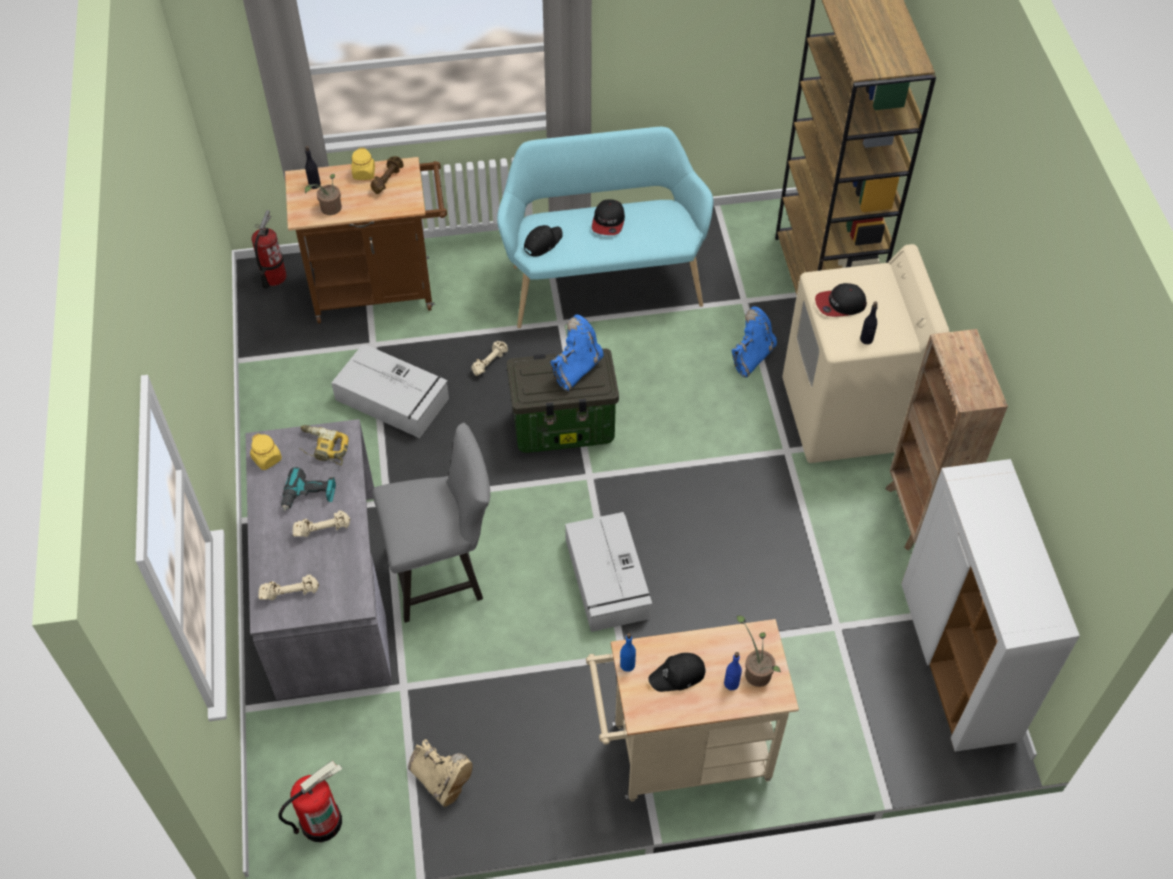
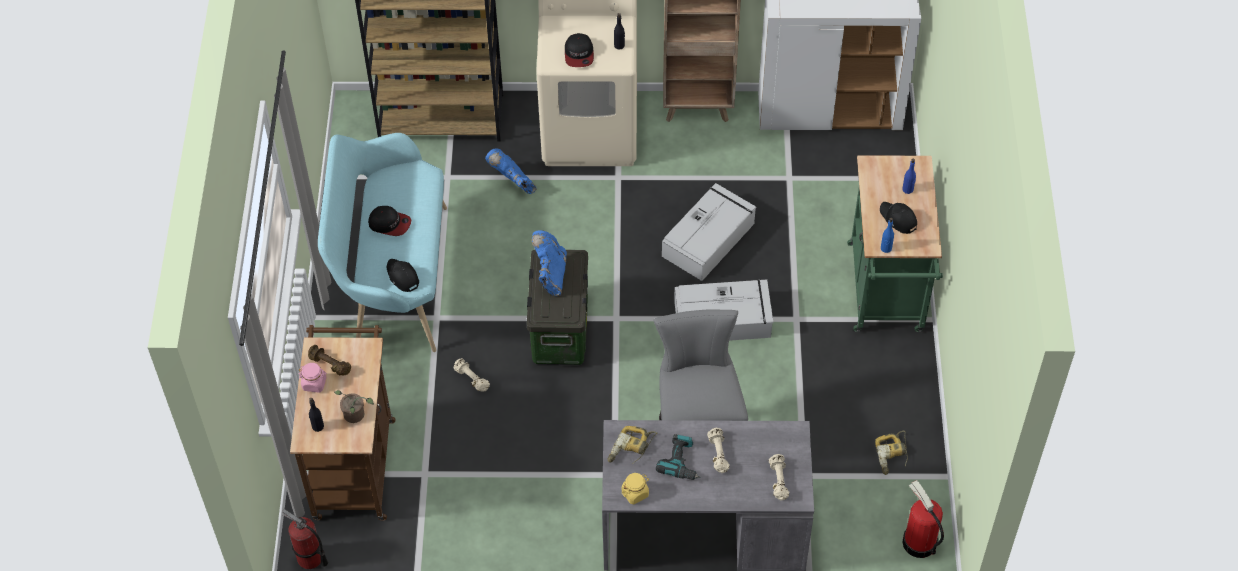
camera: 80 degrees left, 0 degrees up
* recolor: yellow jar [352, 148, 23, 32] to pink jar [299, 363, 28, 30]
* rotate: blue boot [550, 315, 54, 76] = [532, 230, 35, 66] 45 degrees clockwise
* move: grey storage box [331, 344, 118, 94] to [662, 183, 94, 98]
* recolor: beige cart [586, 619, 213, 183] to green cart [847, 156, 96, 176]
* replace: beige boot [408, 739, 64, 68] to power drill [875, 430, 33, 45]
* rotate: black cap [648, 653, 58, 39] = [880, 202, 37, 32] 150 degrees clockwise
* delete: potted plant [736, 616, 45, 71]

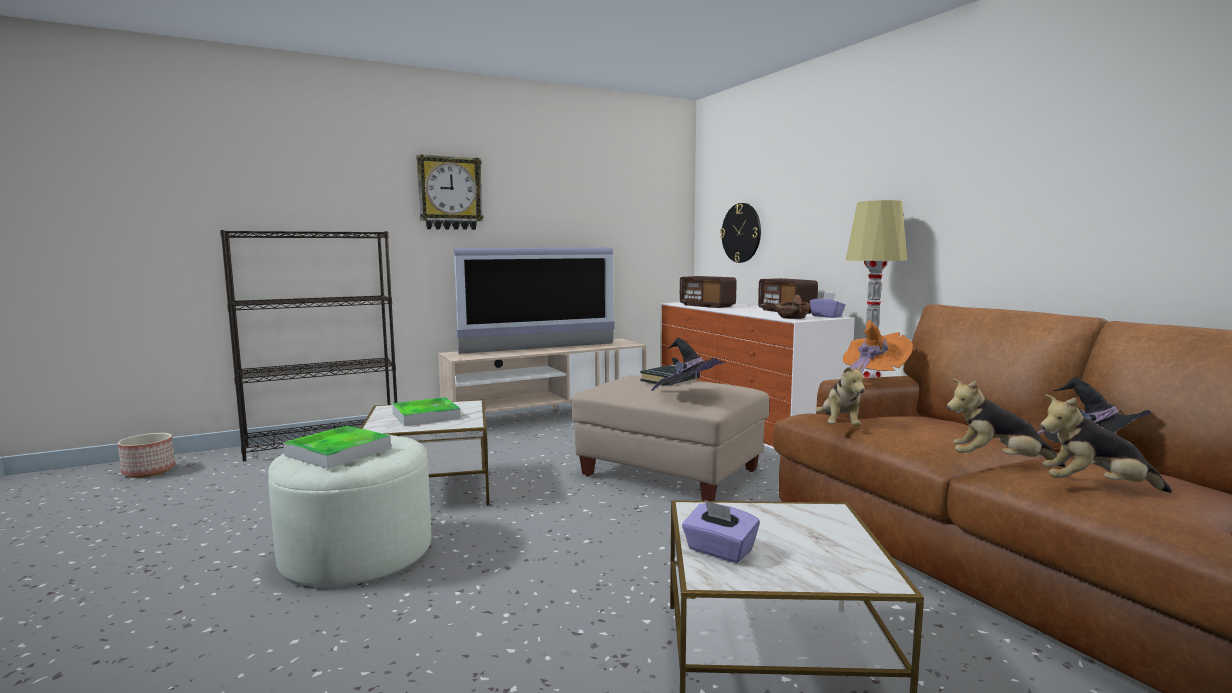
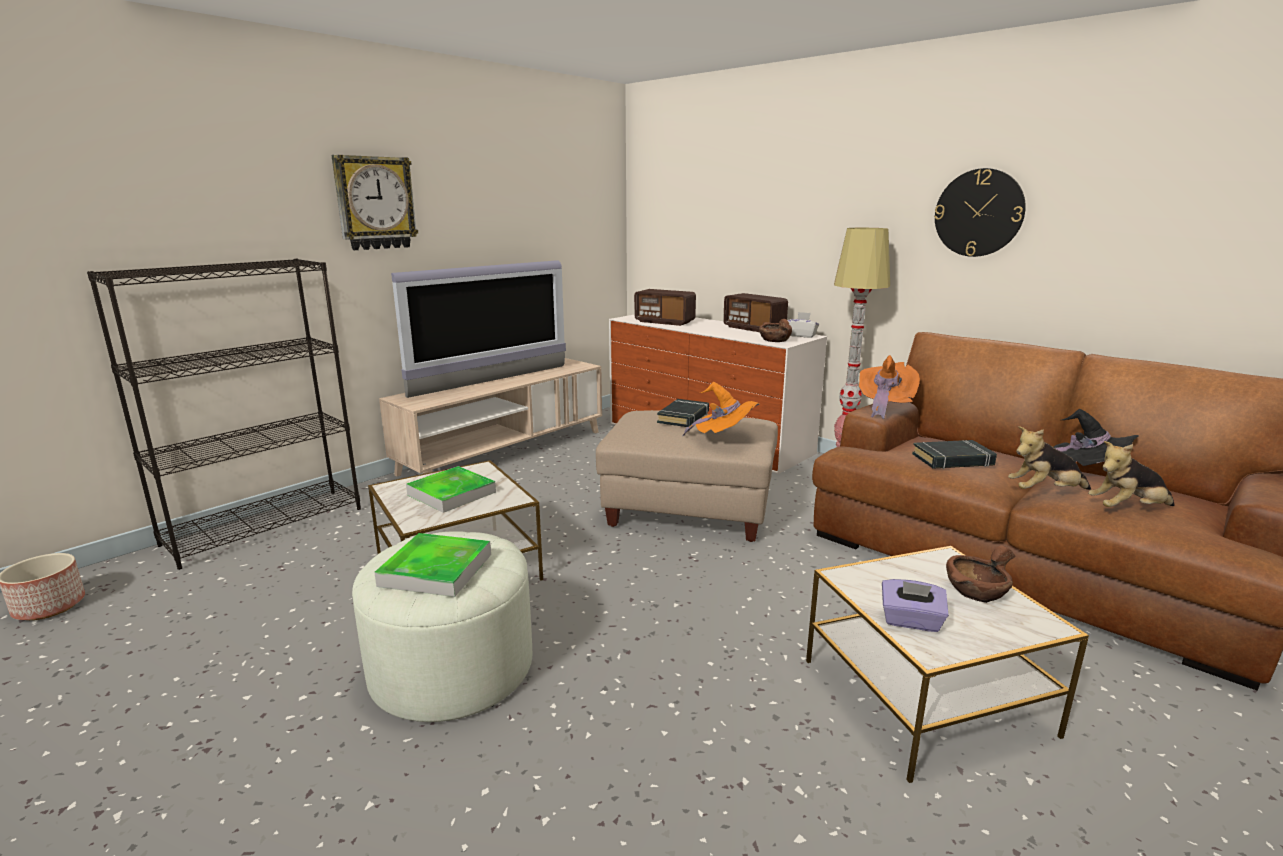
camera: 20 degrees left, 10 degrees up
* recolor: black hat [651, 337, 74, 54] to orange hat [682, 382, 78, 54]
* recolor: purple tissue box [809, 293, 37, 25] to white tissue box [788, 312, 31, 26]
* insert: black book [912, 440, 85, 29]
* move: wall clock [720, 203, 41, 60] to [934, 168, 92, 89]
* insert: brown bowl [946, 545, 70, 58]
* delete: plush toy [816, 363, 49, 63]

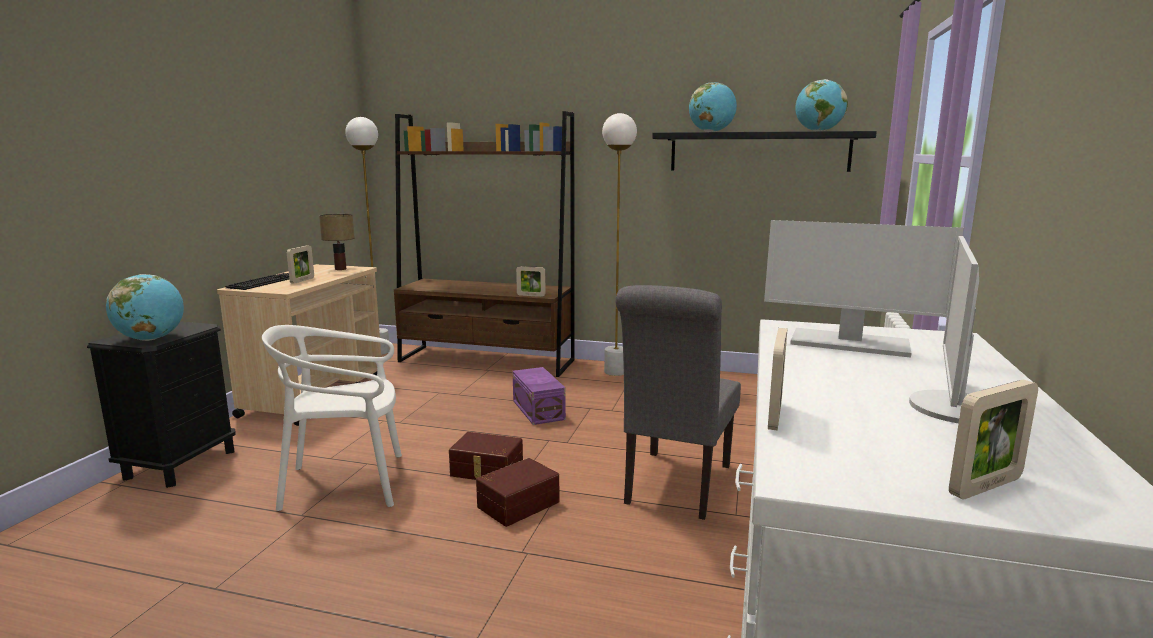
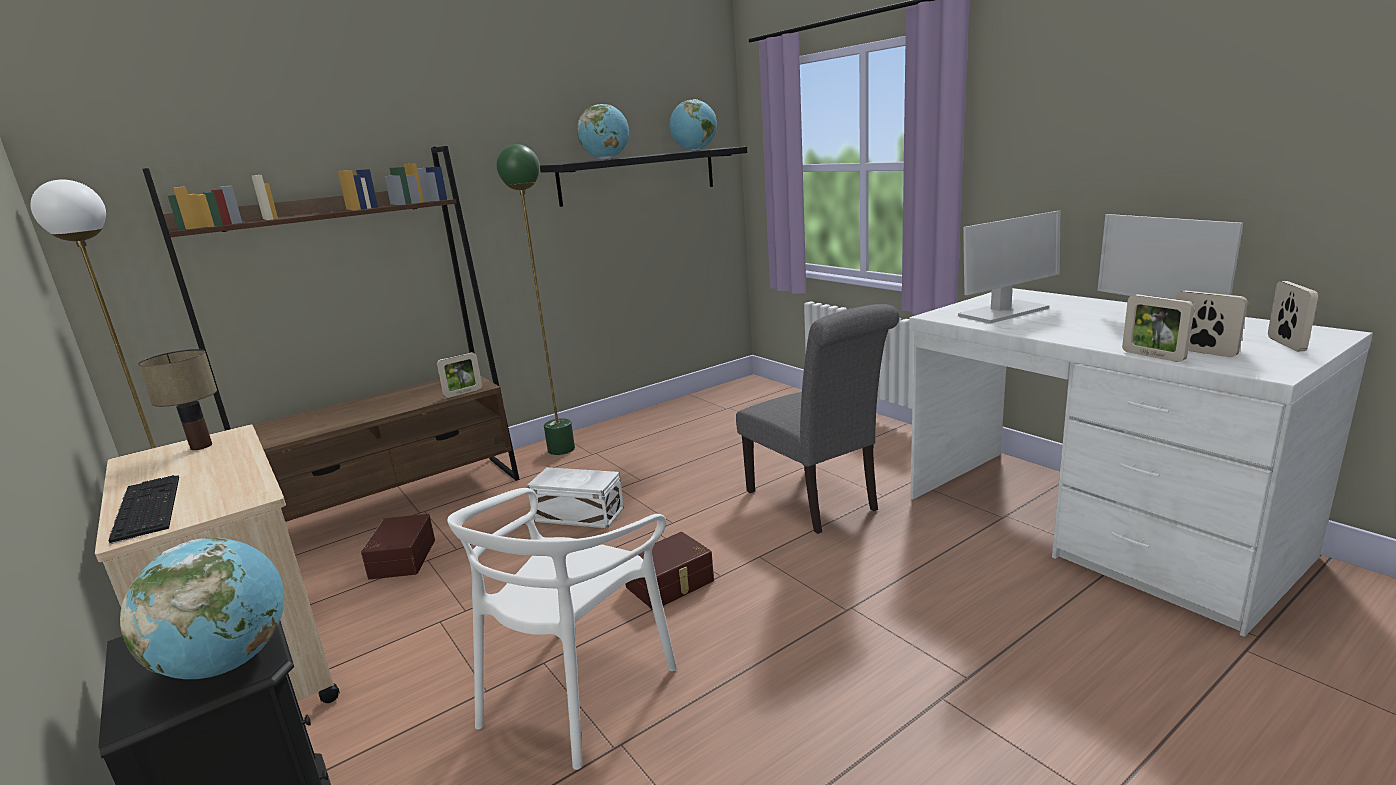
camera: 50 degrees left, 5 degrees up
* move: brown storage box [476, 458, 83, 69] to [361, 514, 74, 66]
* recolor: white floor lamp [602, 113, 35, 263] to green floor lamp [496, 144, 79, 311]
* recolor: purple storage box [513, 367, 53, 58] to white storage box [527, 467, 97, 61]
* move: picture frame [287, 245, 27, 39] to [1176, 291, 72, 66]

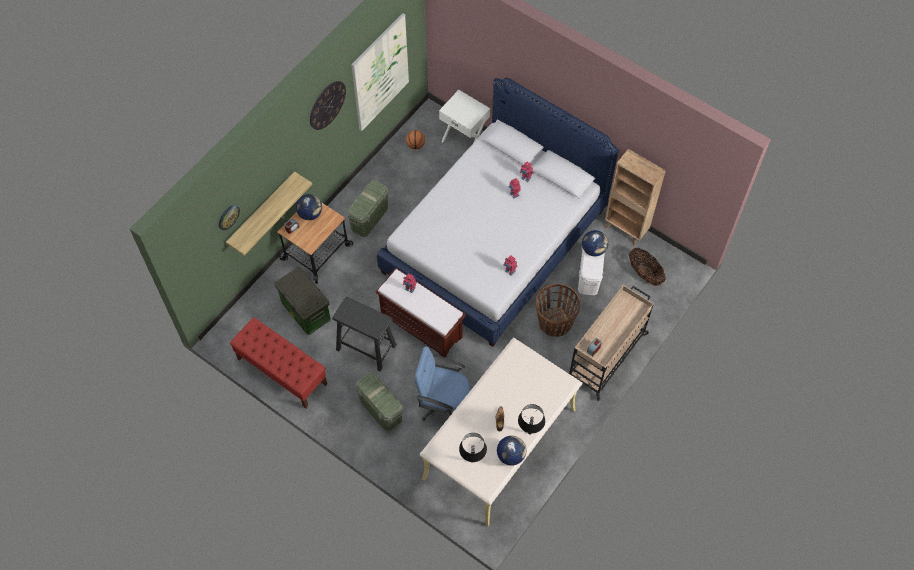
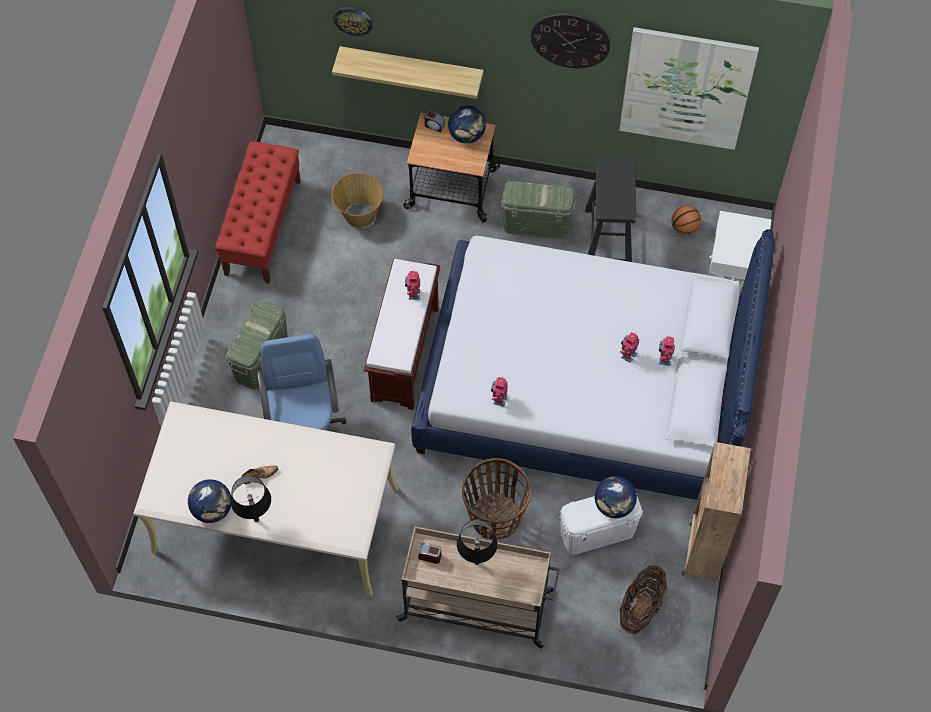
camera: 65 degrees right, 0 degrees up
* replace: storage box [274, 267, 57, 68] to basket [331, 173, 53, 55]
* move: black table lamp [459, 433, 28, 30] to [457, 519, 41, 46]
* move: black stool [332, 297, 65, 75] to [585, 156, 51, 106]

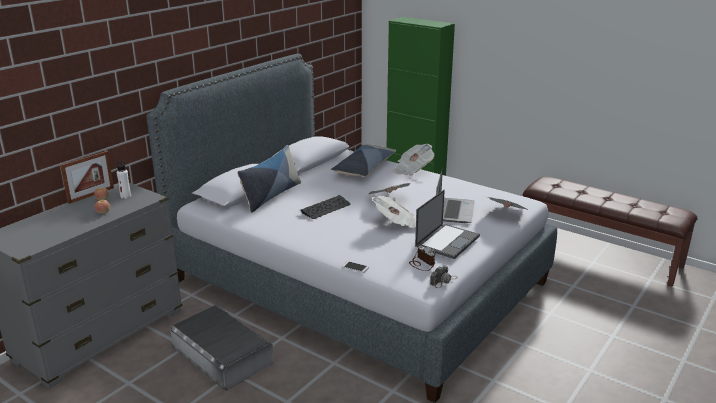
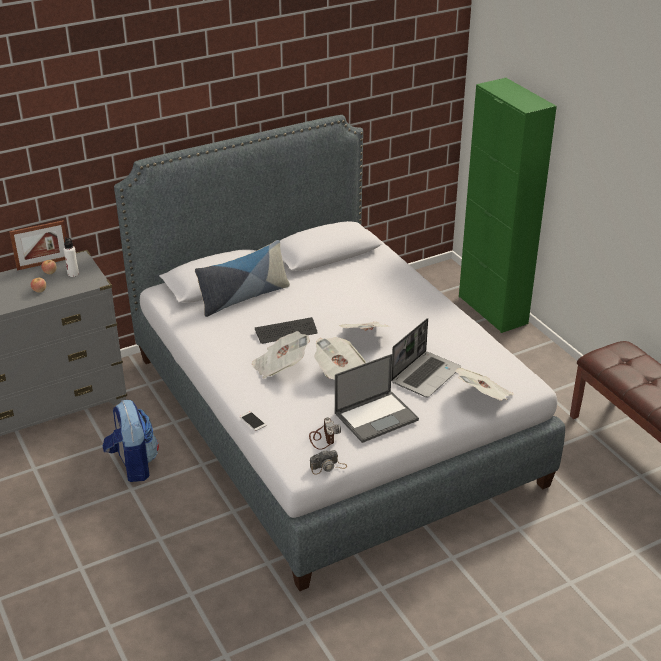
camera: 25 degrees right, 10 degrees up
* replace: grey storage box [170, 305, 104, 85] to backpack [103, 400, 56, 82]
* move: newspaper [393, 144, 42, 32] to [252, 331, 58, 47]
* delete: pillow [331, 144, 65, 33]

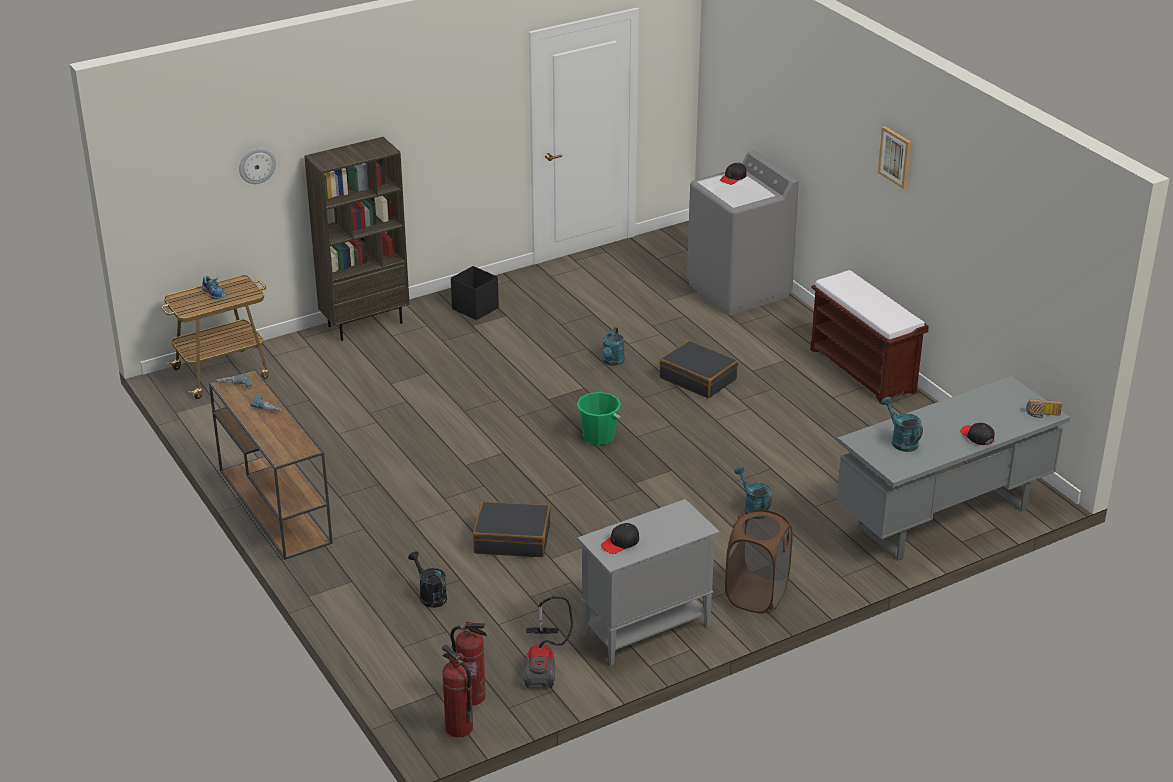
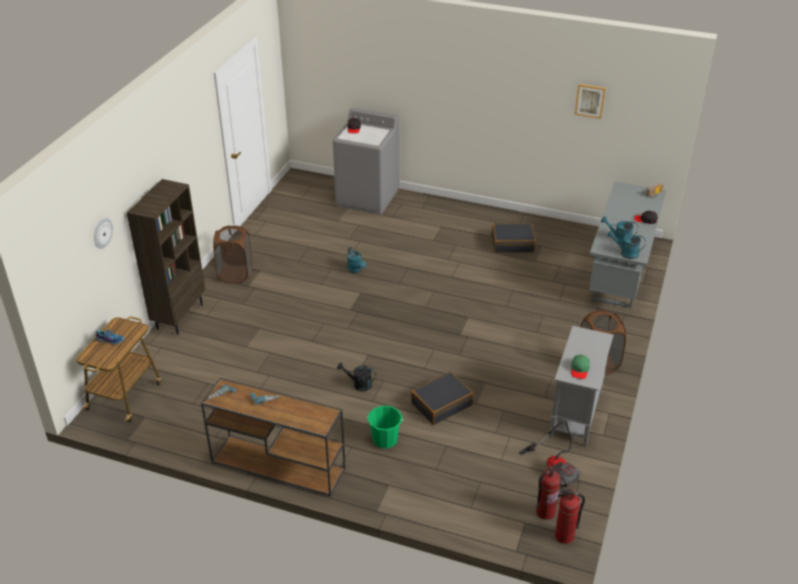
camera: 40 degrees left, 5 degrees up
* replace: black storage box [451, 266, 48, 54] to brown laundry basket [213, 226, 39, 57]
* move: black watering can [408, 551, 39, 57] to [337, 363, 39, 28]
* move: green bucket [577, 392, 44, 53] to [367, 406, 36, 42]
* move: black suitcase [659, 341, 79, 57] to [492, 223, 44, 30]
* recolor: black cap [601, 523, 38, 31] to green cap [571, 355, 19, 24]
* move: picture [878, 126, 33, 63] to [574, 84, 32, 35]
* move: turquoise watering can [734, 466, 38, 48] to [607, 230, 39, 29]
* delete: brown bench [810, 270, 119, 135]

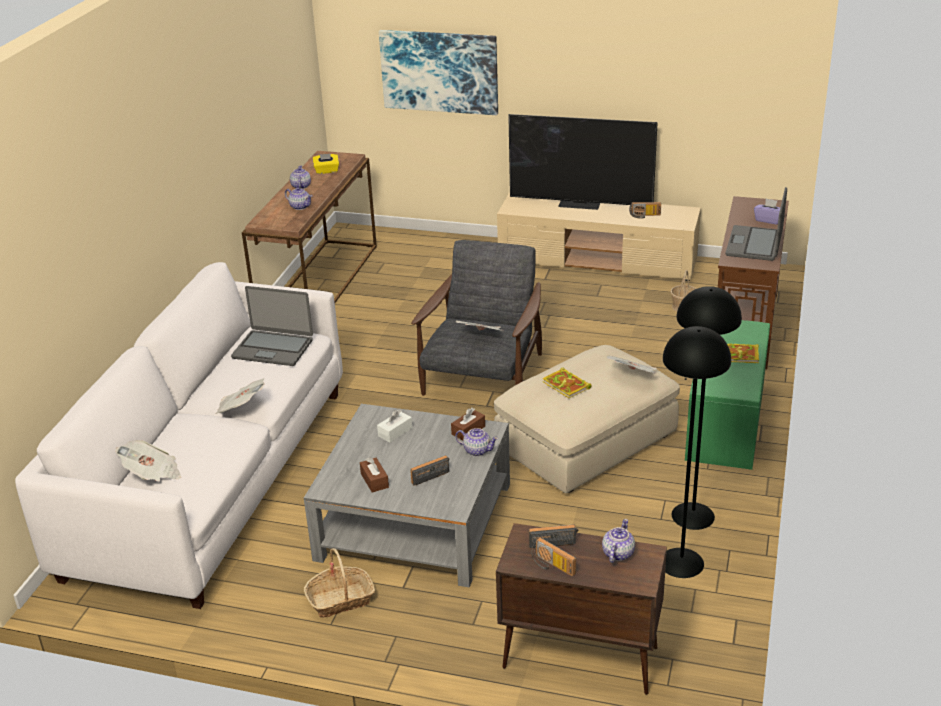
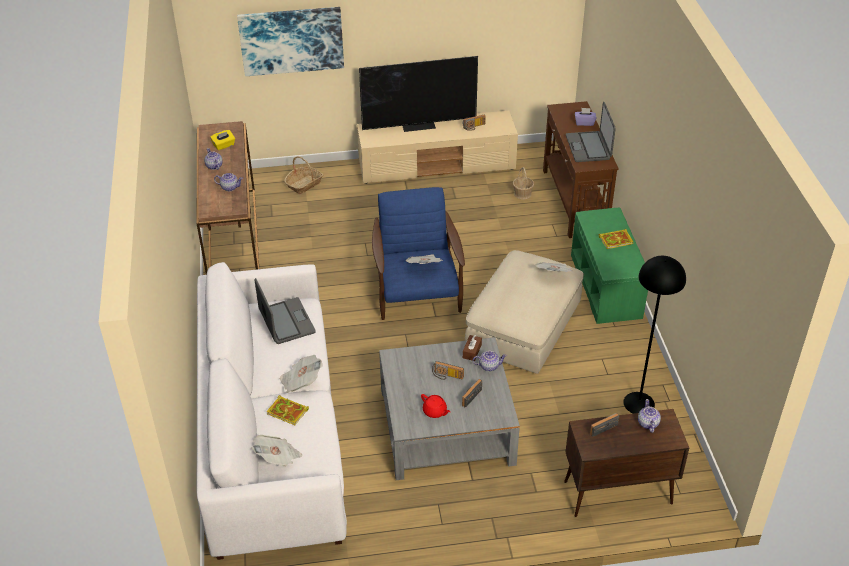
camera: 25 degrees left, 10 degrees up
* rotate: laptop [231, 286, 82, 80] = [254, 278, 62, 66] 105 degrees counterclockwise
* move: book [543, 367, 49, 31] to [267, 395, 42, 30]
* move: basket [304, 548, 72, 70] to [284, 156, 39, 38]
* recolor: grey armchair [411, 240, 131, 156] to blue armchair [372, 187, 93, 133]
* replace: brown tissue box [360, 457, 29, 36] to red teapot [421, 394, 29, 24]
* move: radio [532, 537, 44, 40] to [432, 361, 32, 19]
* delete: white tissue box [377, 409, 35, 34]
* delete: black floor lamp [672, 286, 70, 244]

